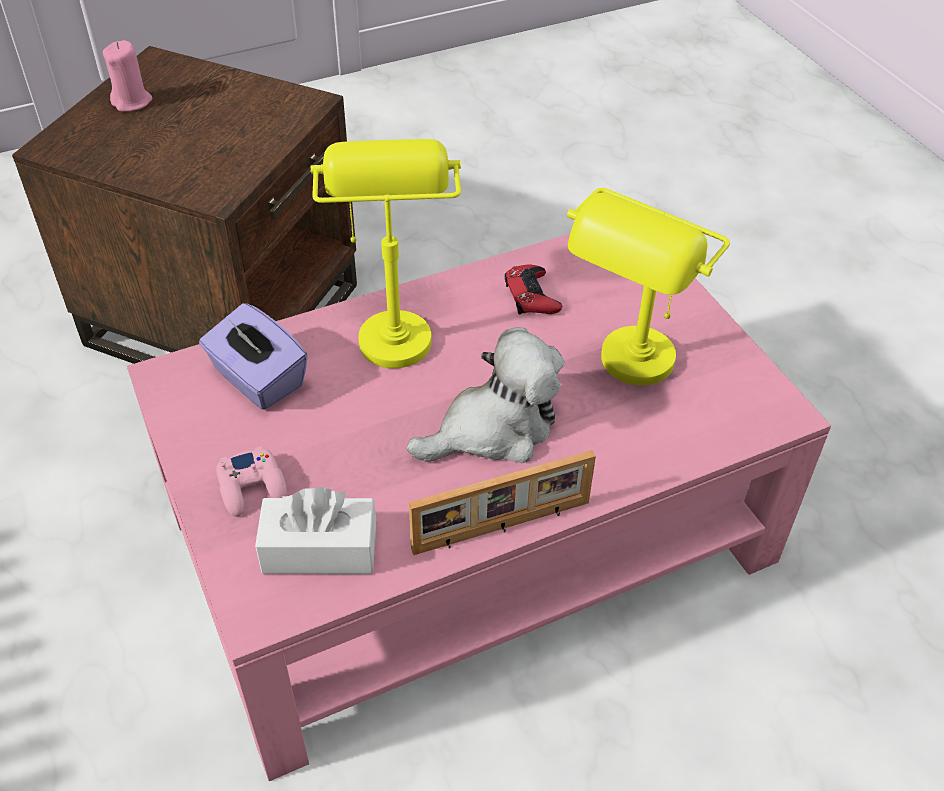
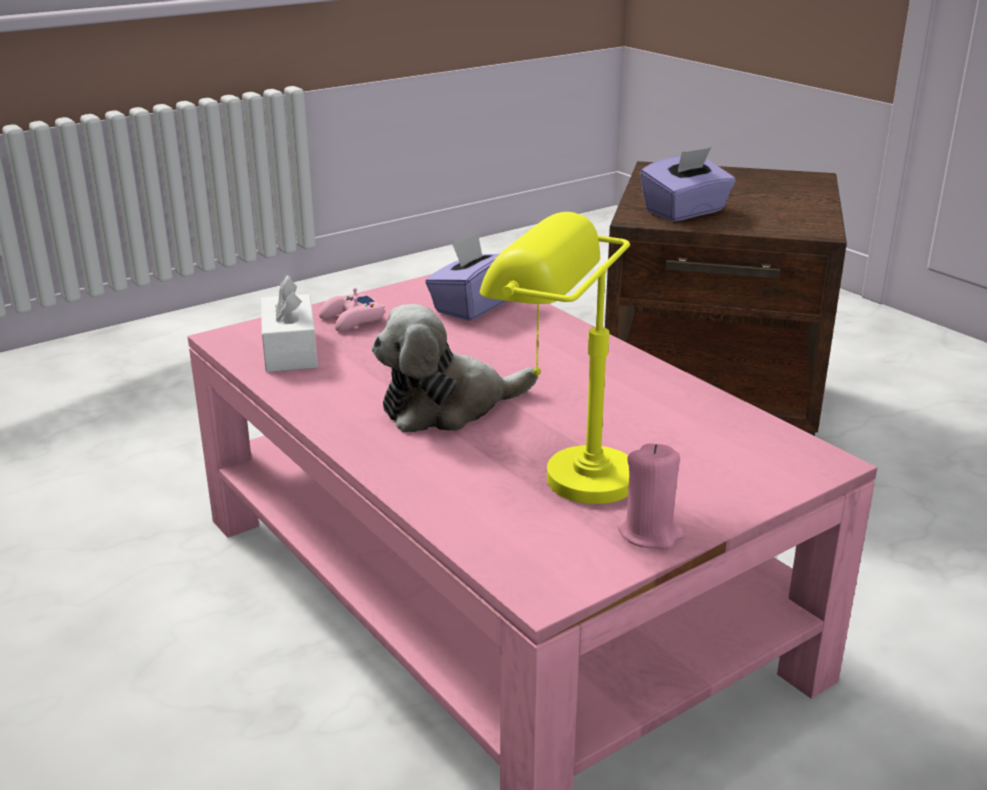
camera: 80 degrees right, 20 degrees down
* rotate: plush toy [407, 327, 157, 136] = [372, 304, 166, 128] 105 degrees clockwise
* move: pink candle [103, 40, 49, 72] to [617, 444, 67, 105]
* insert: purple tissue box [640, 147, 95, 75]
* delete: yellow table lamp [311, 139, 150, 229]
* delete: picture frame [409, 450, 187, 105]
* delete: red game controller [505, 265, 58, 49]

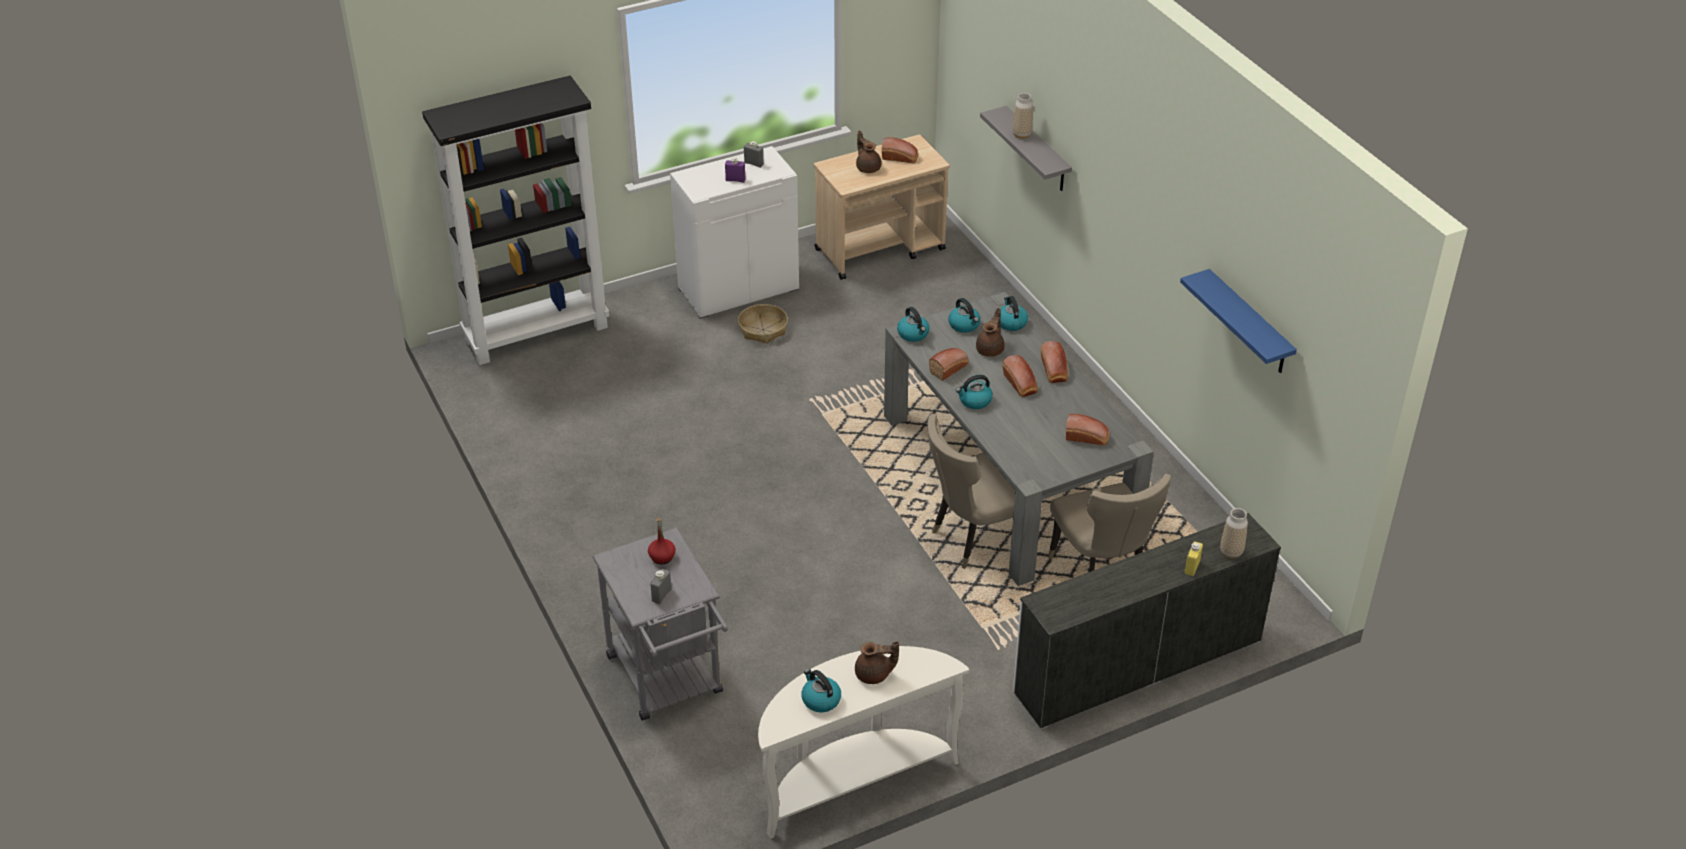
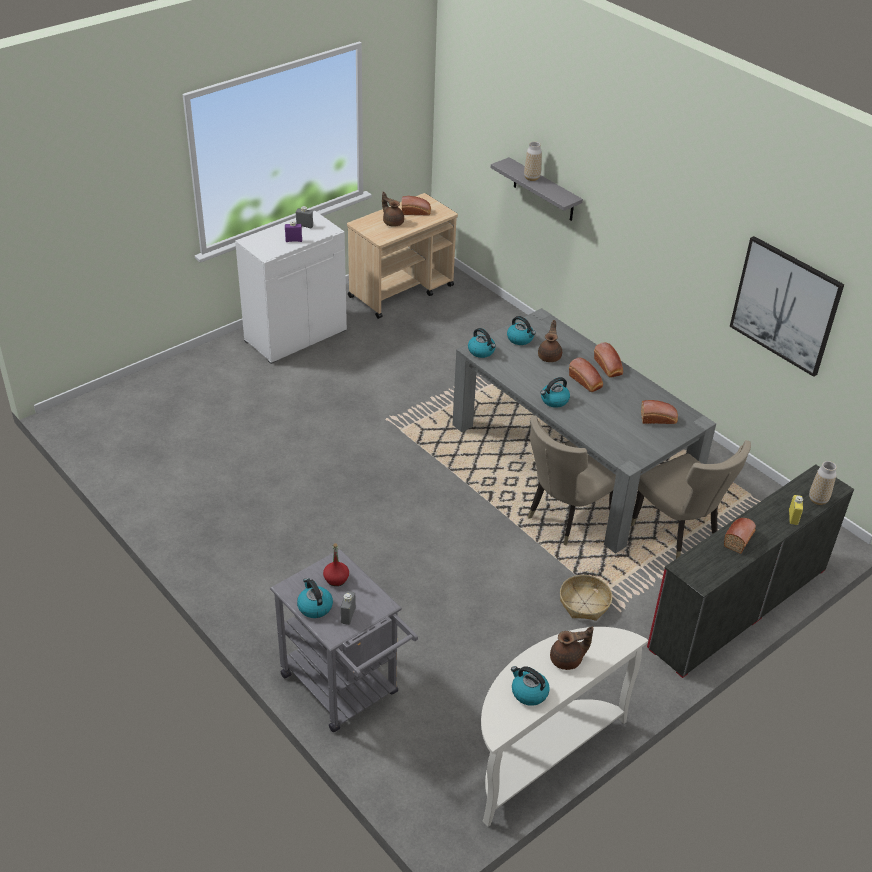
camera: 15 degrees left, 0 degrees up
* move: kettle [1000, 296, 28, 35] to [297, 578, 36, 40]
* move: basket [738, 304, 50, 40] to [560, 575, 52, 46]
* recolor: white dresser [1013, 513, 268, 217] to red dresser [647, 464, 207, 214]
* move: bread [929, 348, 40, 33] to [724, 518, 32, 36]
* replace: blue shelf [1180, 269, 117, 104] to picture [730, 236, 114, 141]
* delete: black bookcase [422, 76, 188, 289]

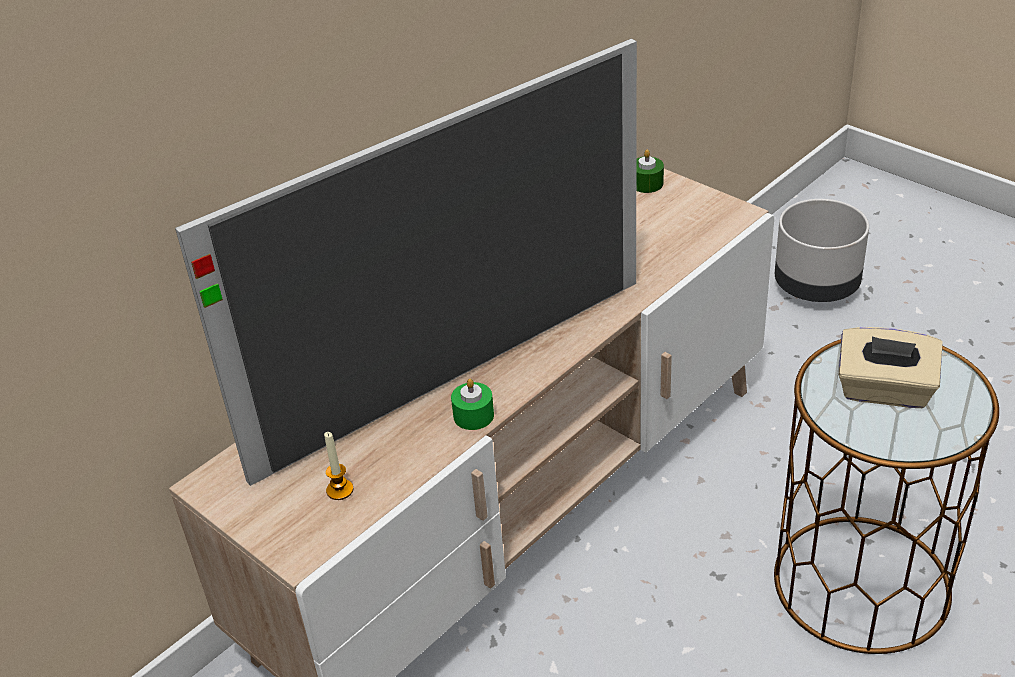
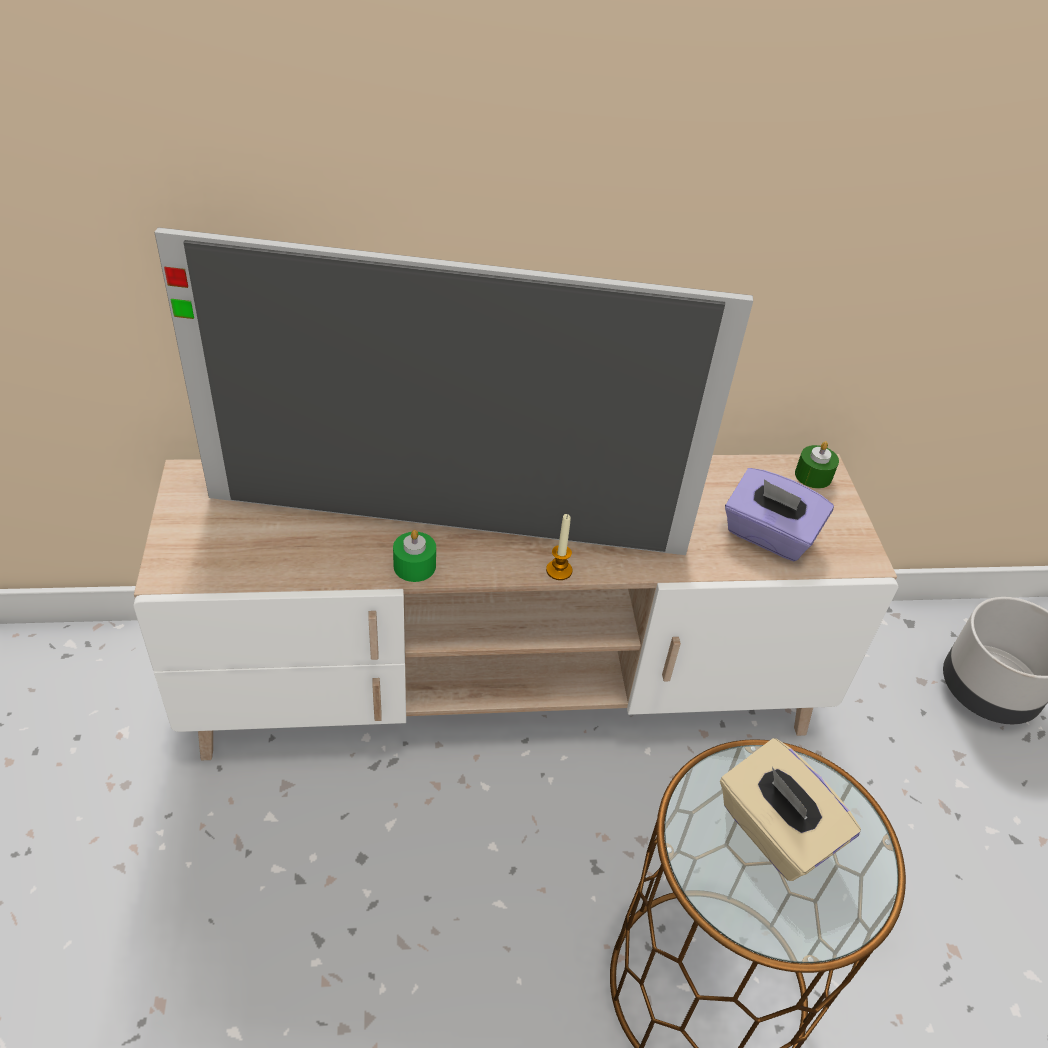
camera: 35 degrees right, 5 degrees up
* move: candle [324, 432, 29, 68] to [546, 514, 27, 66]
* insert: purple tissue box [725, 468, 109, 93]

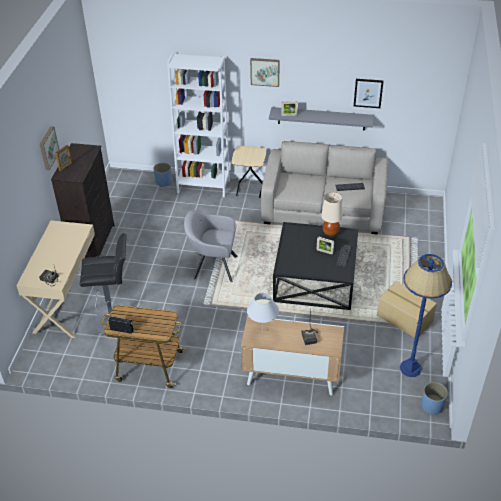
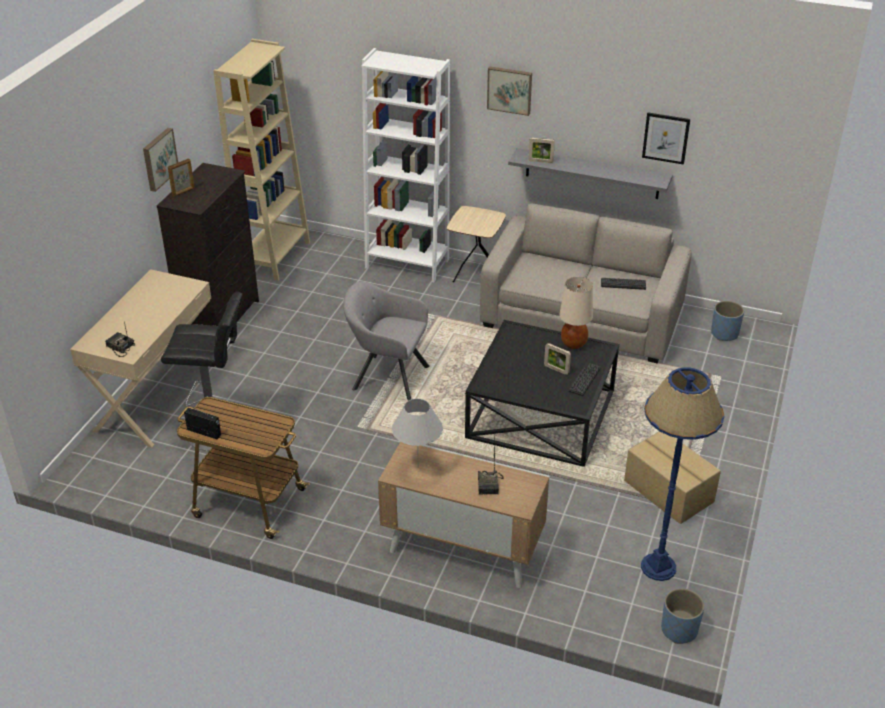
camera: 10 degrees right, 5 degrees down
* insert: beige bookcase [213, 39, 97, 242]
* move: blue planter [153, 163, 19, 24] to [711, 301, 33, 40]

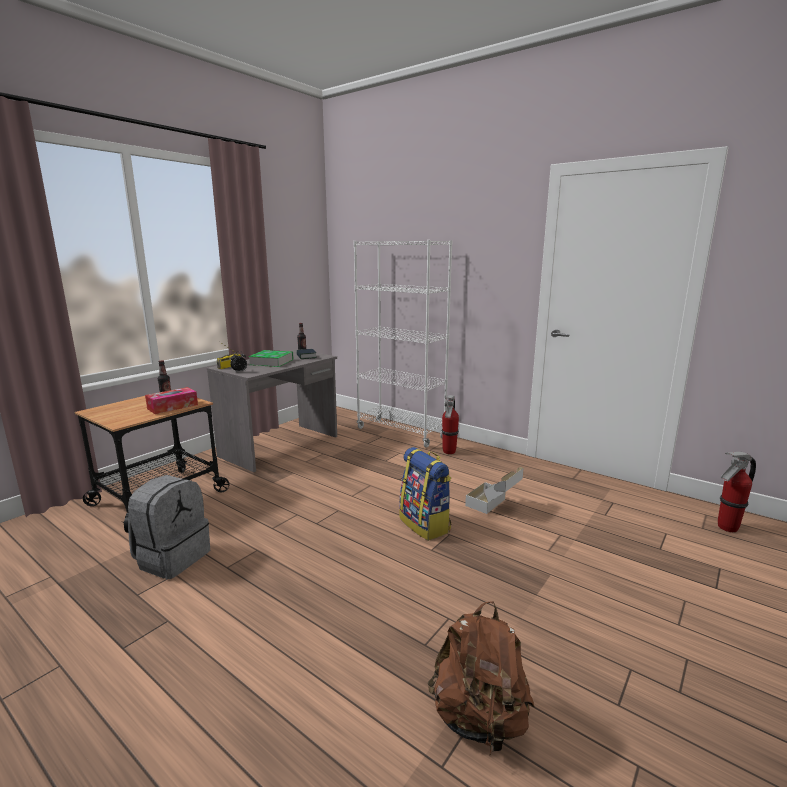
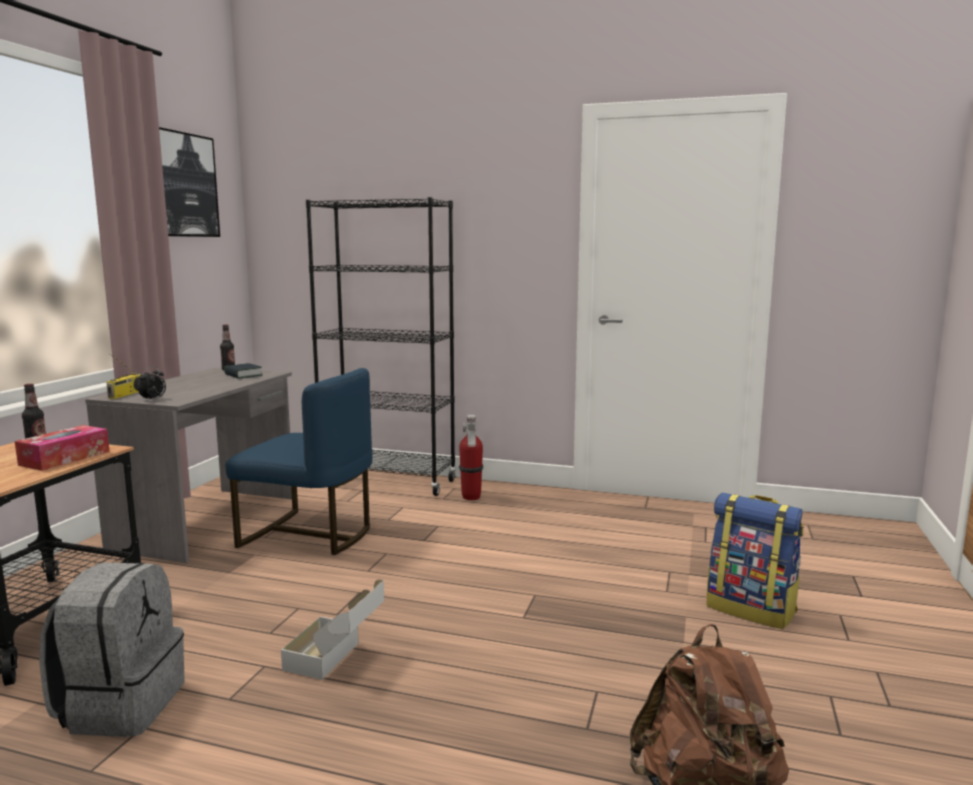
camera: 20 degrees left, 5 degrees down
* insert: picture [159, 127, 61, 110]
* insert: blue chair [226, 368, 146, 187]
* move: cardboard box [465, 467, 58, 47] to [281, 579, 103, 101]
* recolor: white bookcase [353, 240, 99, 208] to black bookcase [306, 197, 150, 299]
* move: backpack [399, 447, 52, 94] to [707, 493, 97, 136]
* delete: book [248, 350, 45, 17]
* delete: fire extinguisher [718, 452, 38, 80]

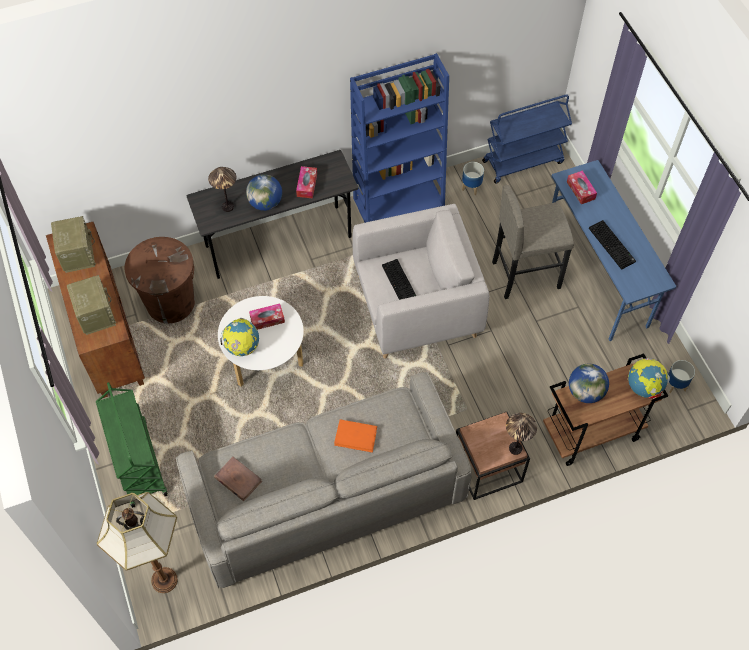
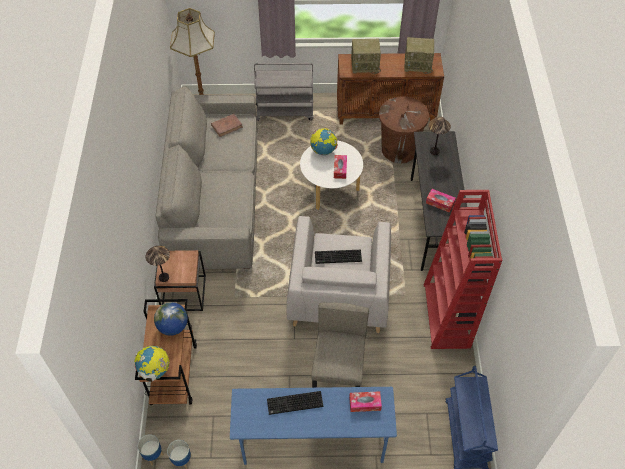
camera: 110 degrees right, 5 degrees down
* move: planter [462, 162, 22, 33] to [137, 434, 27, 31]
* recolor: green cart [96, 382, 72, 126] to grey cart [254, 63, 60, 58]
* recolor: blue bookcase [350, 53, 99, 170] to red bookcase [424, 190, 78, 159]
* delete: globe [246, 174, 36, 37]
* delete: orange book [334, 419, 43, 34]

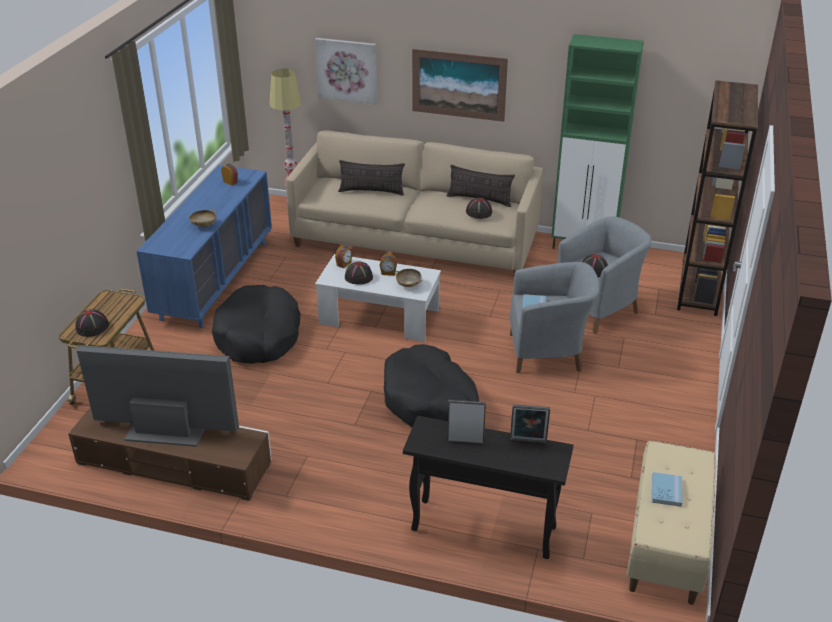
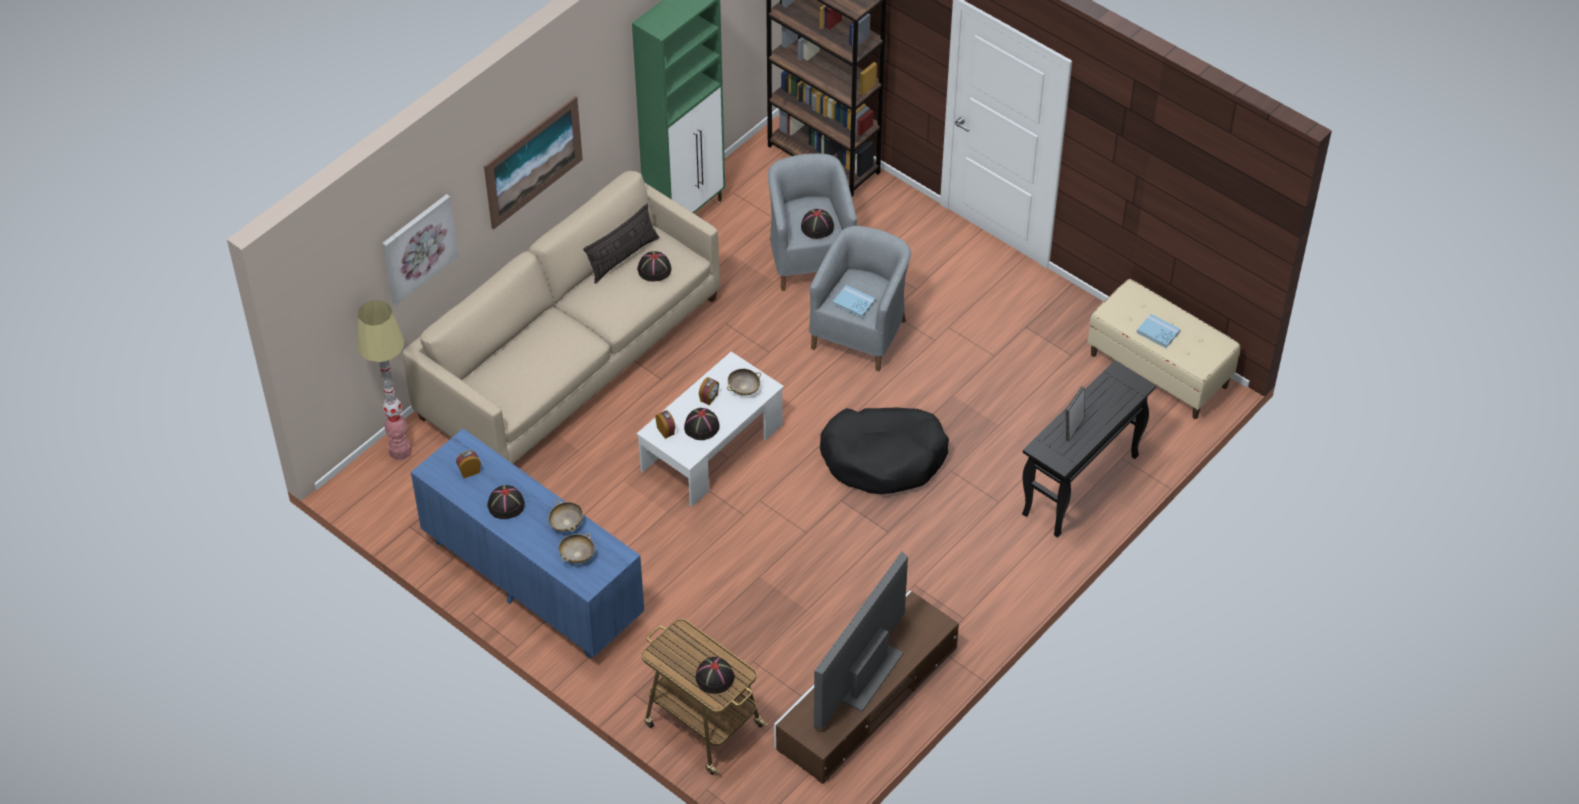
camera: 65 degrees left, 15 degrees up
* insert: black hat [487, 485, 38, 34]
* insert: beige bowl [559, 533, 36, 30]
* delete: black dog bed [212, 285, 88, 79]
* delete: pillow [338, 160, 67, 36]
* delete: picture frame [510, 404, 40, 39]

